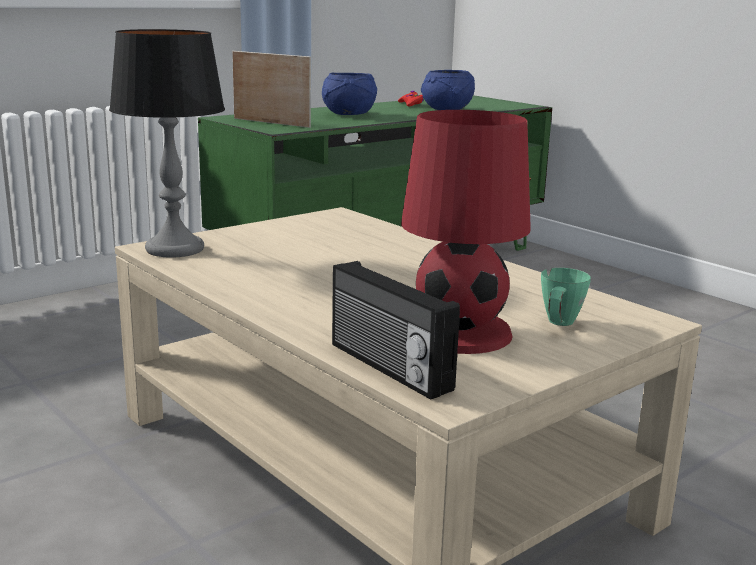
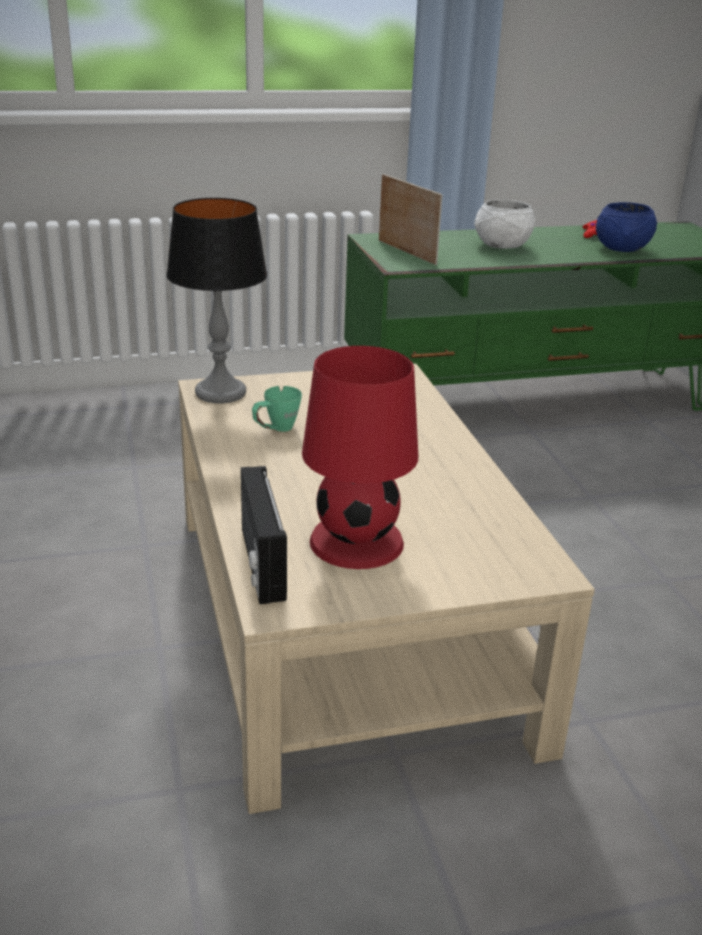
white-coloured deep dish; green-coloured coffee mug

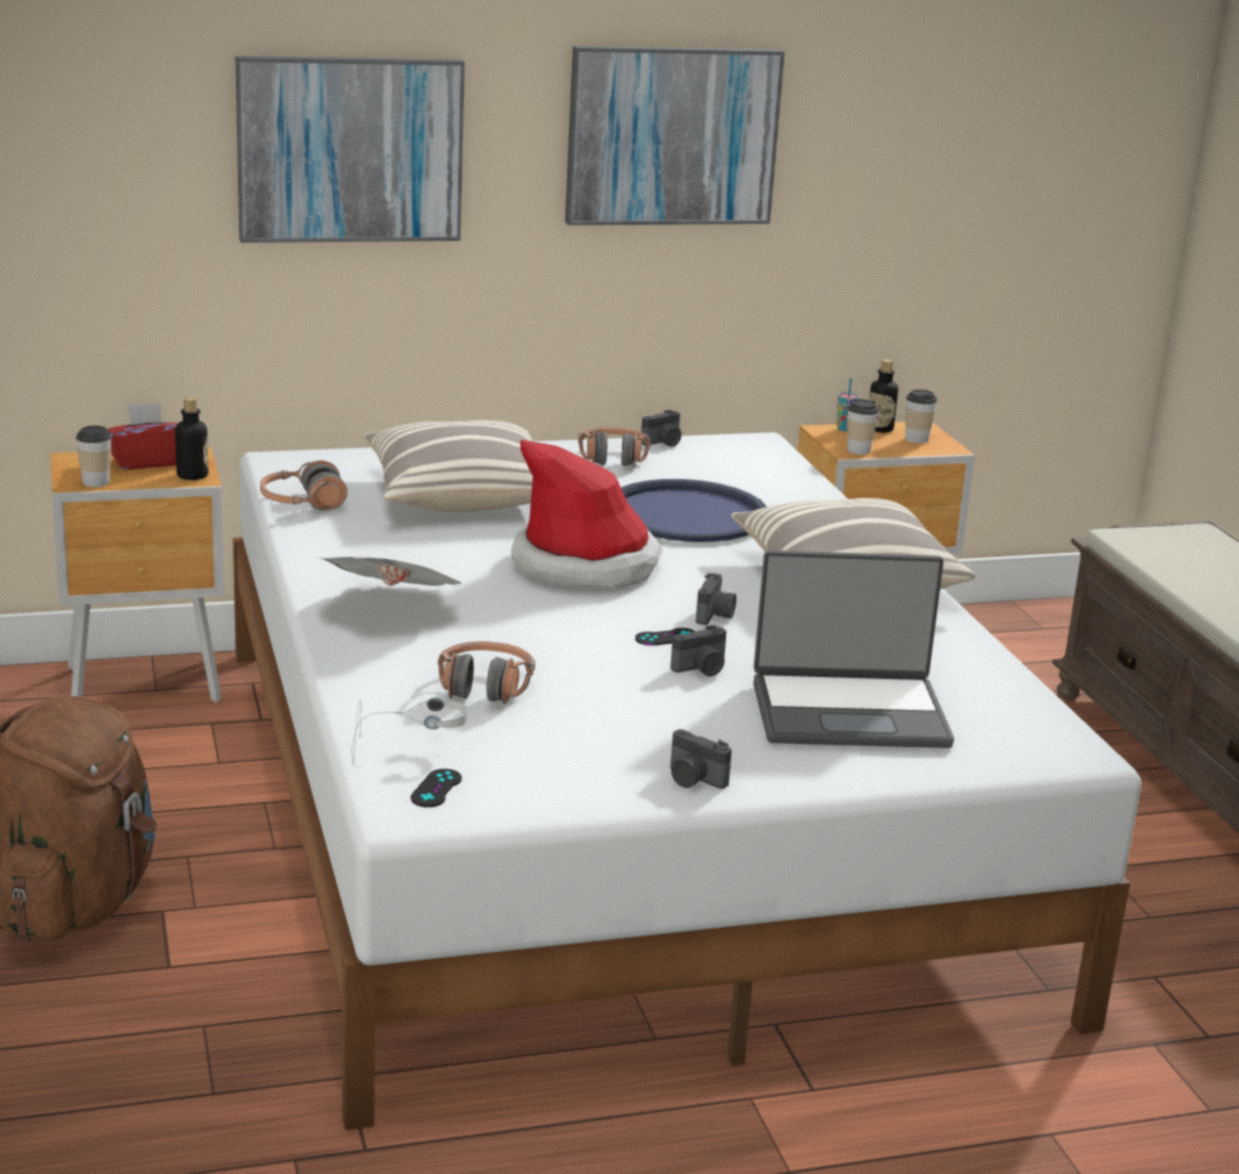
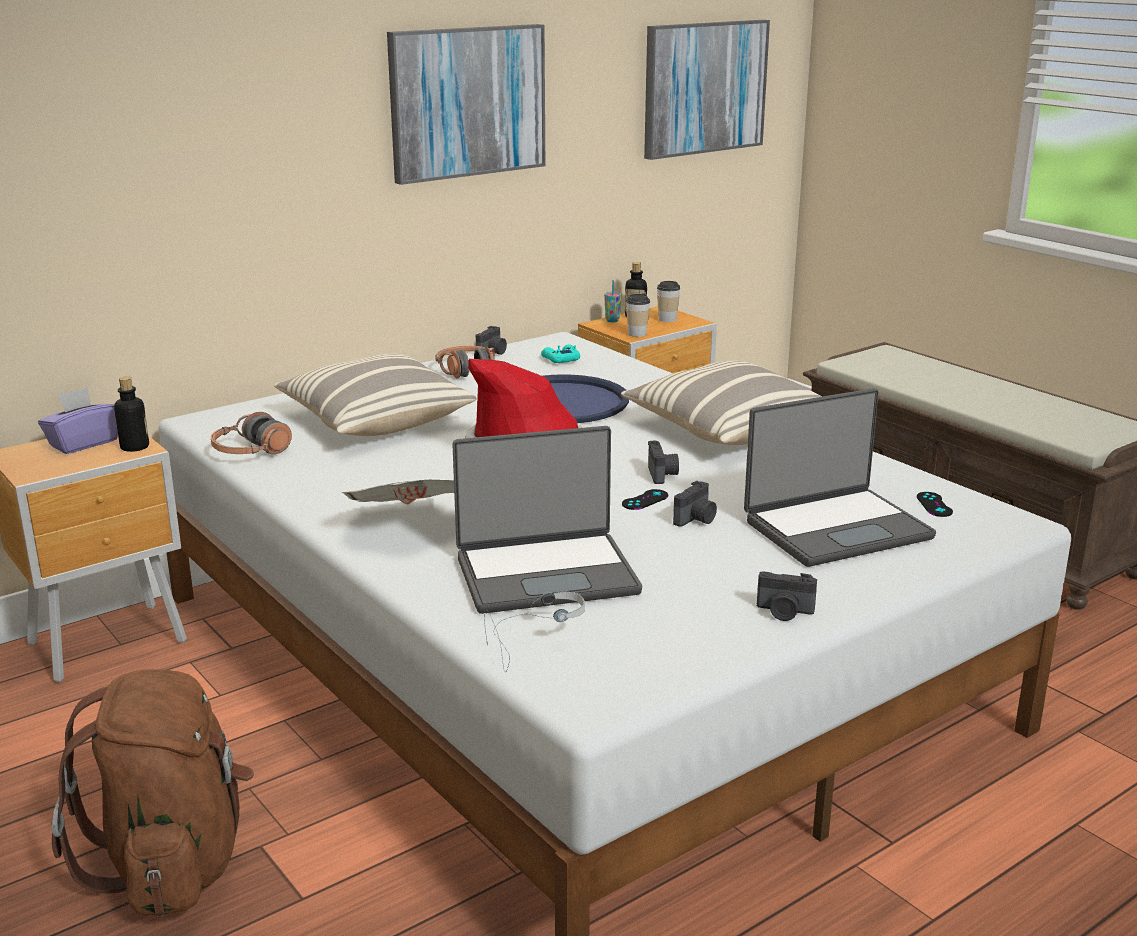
cup (1st from left in the first image); purple tissue holder; picture (2nd from left); black-coloured game controller (2nd from left); portable computer (1st from left); turquoise-coloured game controller

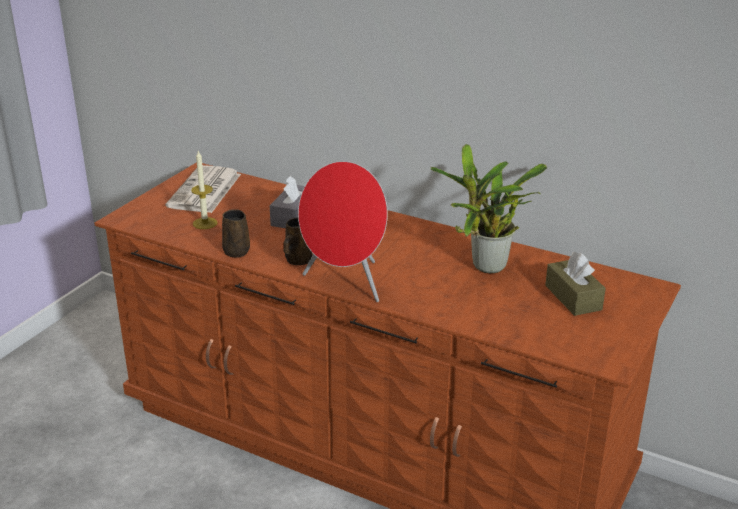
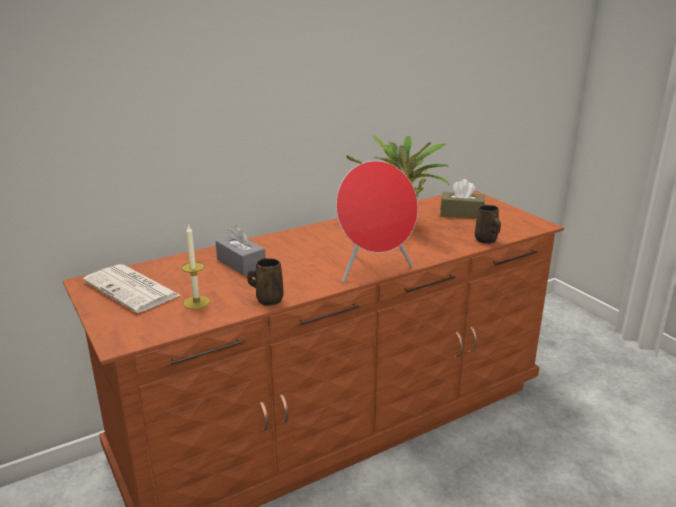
brownish coffee mug (2nd from left)

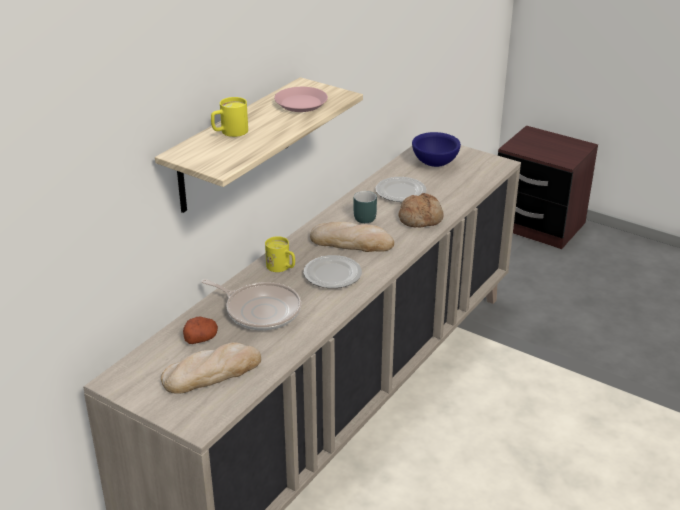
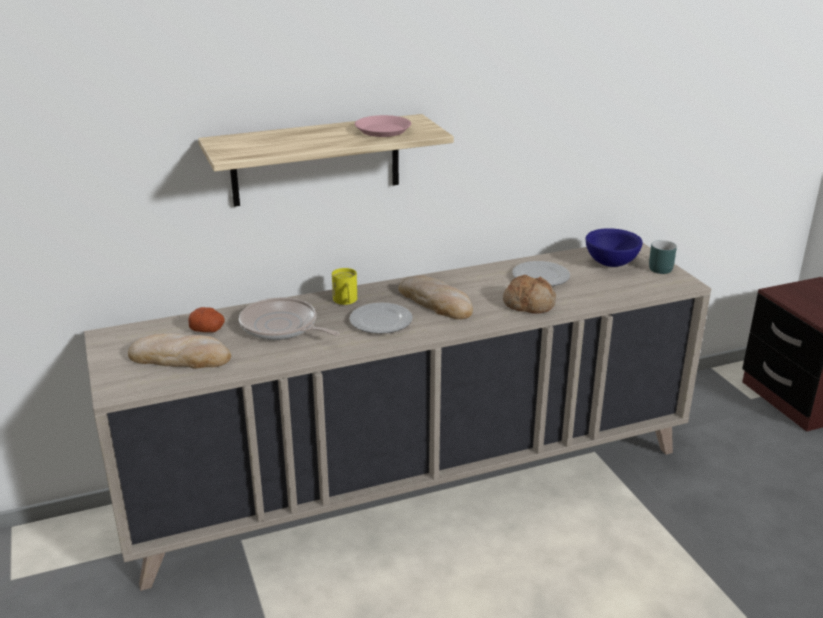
skillet; yellow-coloured coffee mug (1st from left in the first image); turquoise-coloured coffee mug

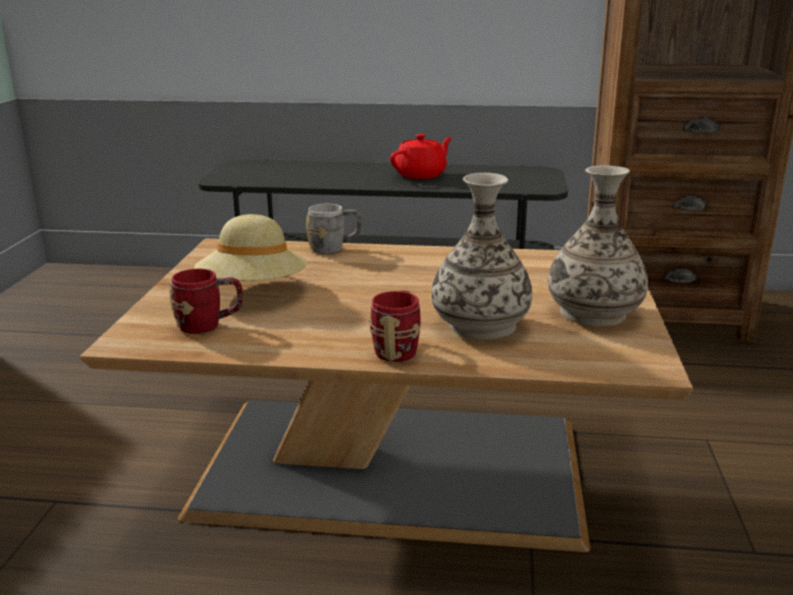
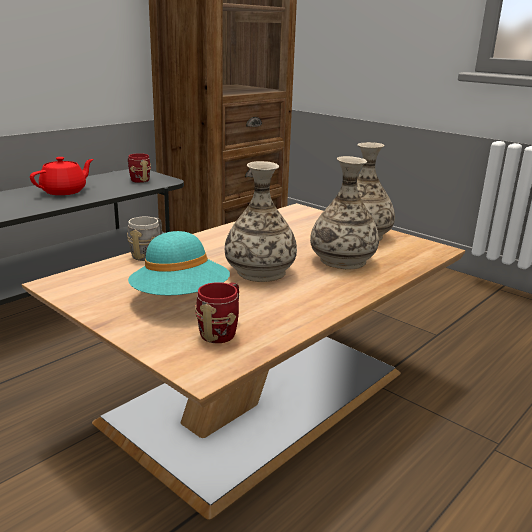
turquoise-coloured wearable hat; reddish coffee mug (1st from left); reddish pot for tea; decorative vase (1st from left)

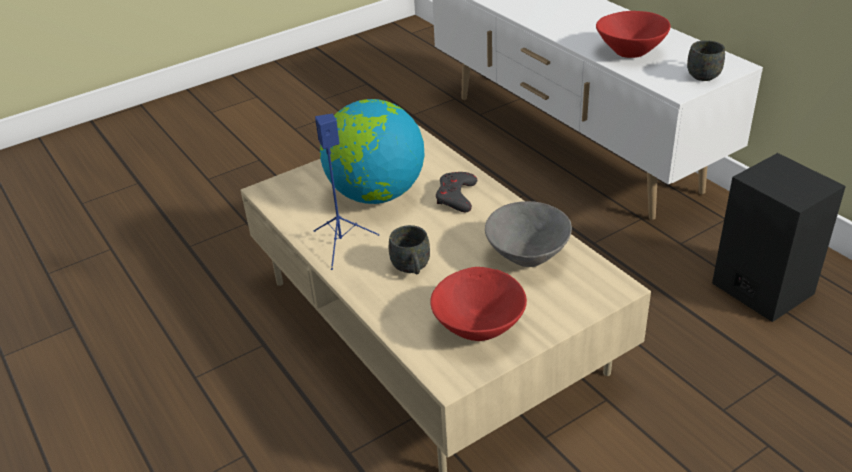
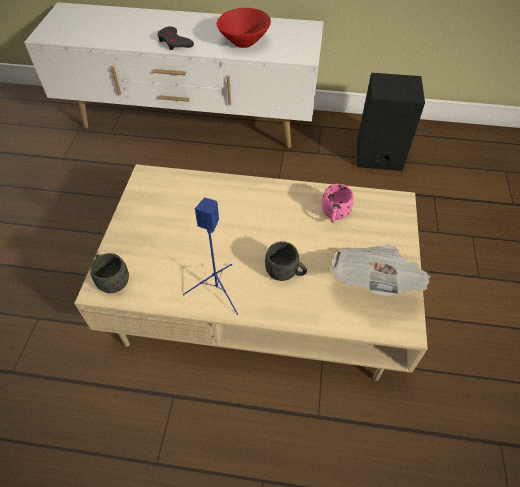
desk globe; printed paper; greyish game controller; pinkish coffee mug; greyish coffee mug (1st from left)

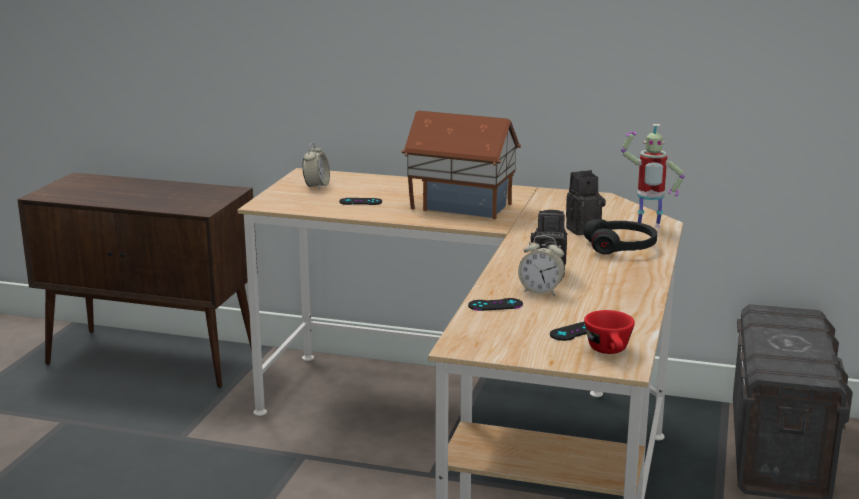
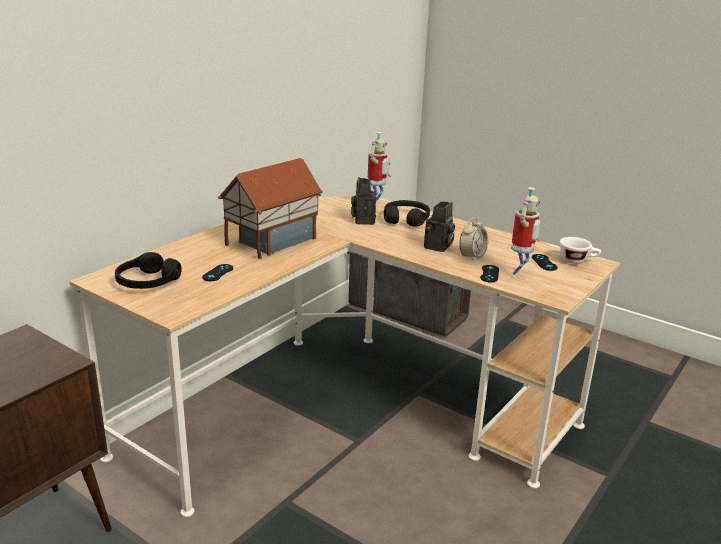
black-coloured headphones (1st from left); white-coloured cup; model robot (2nd from left)

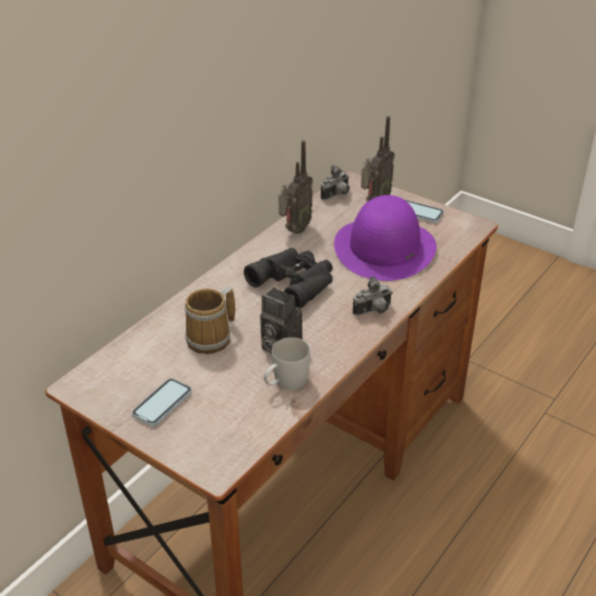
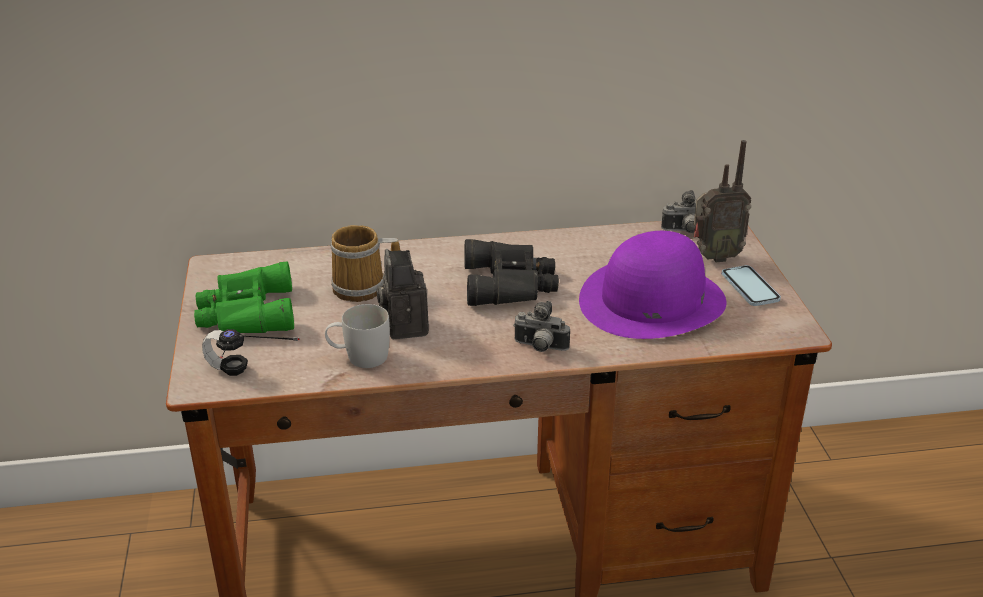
green-coloured binoculars; radio receiver (1st from left in the first image); headphones

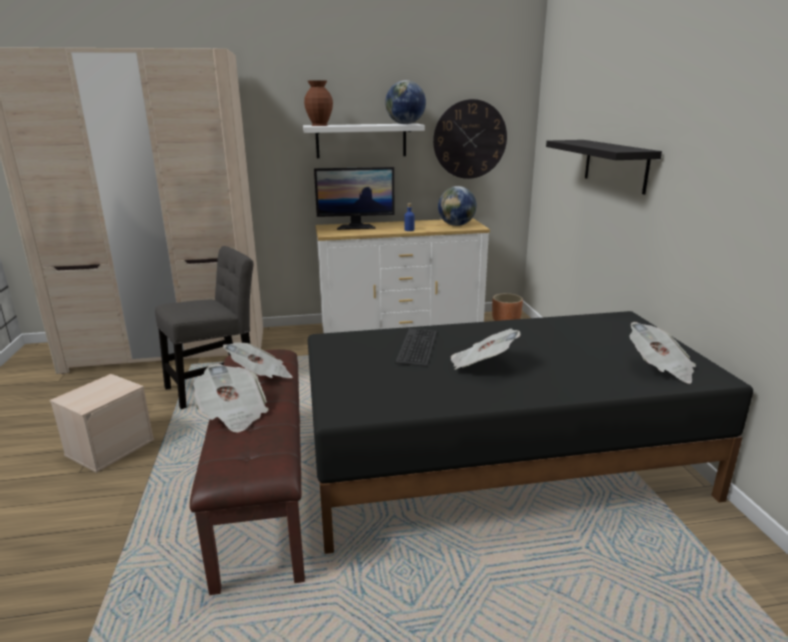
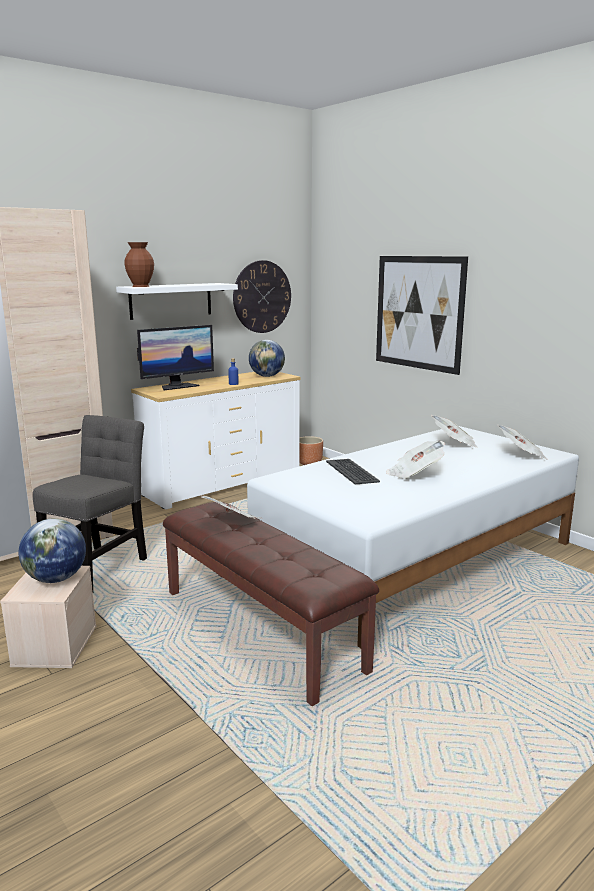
printed paper (3rd from left); white-coloured sleeping bed; desk globe (1st from left); picture

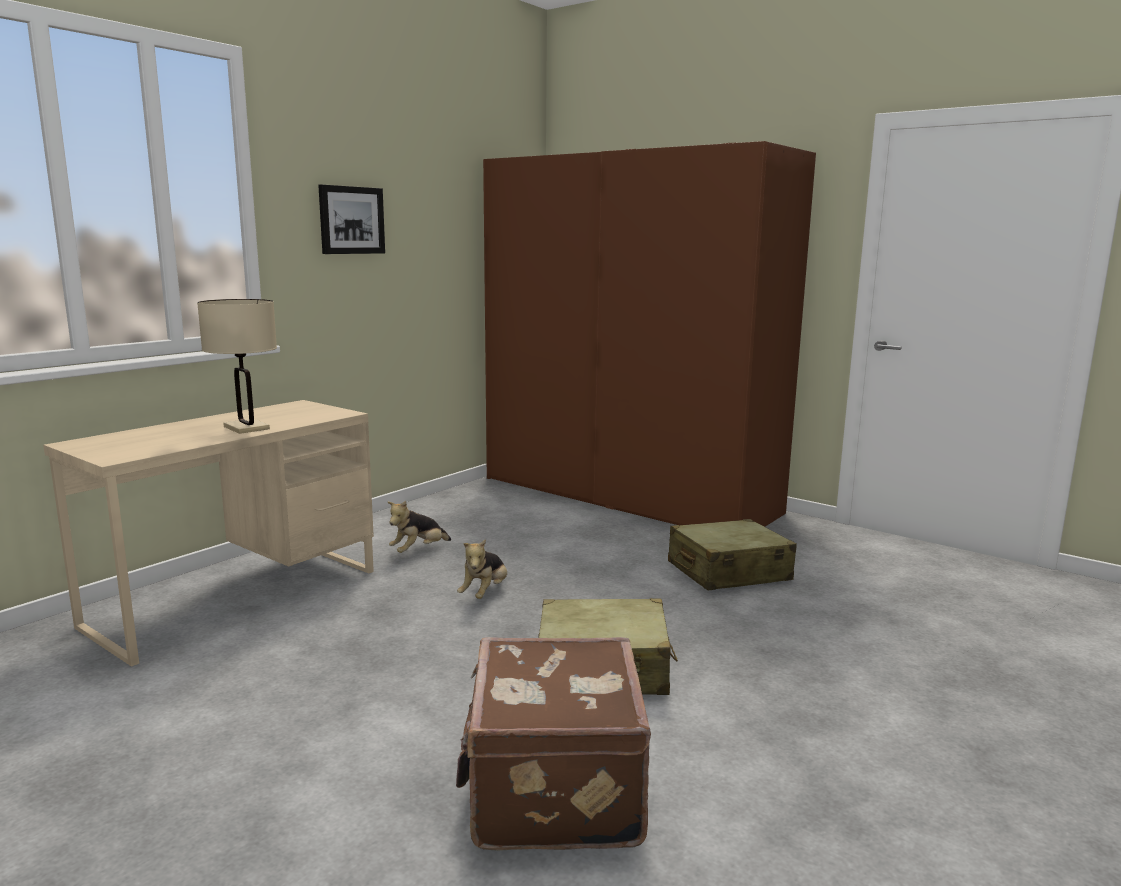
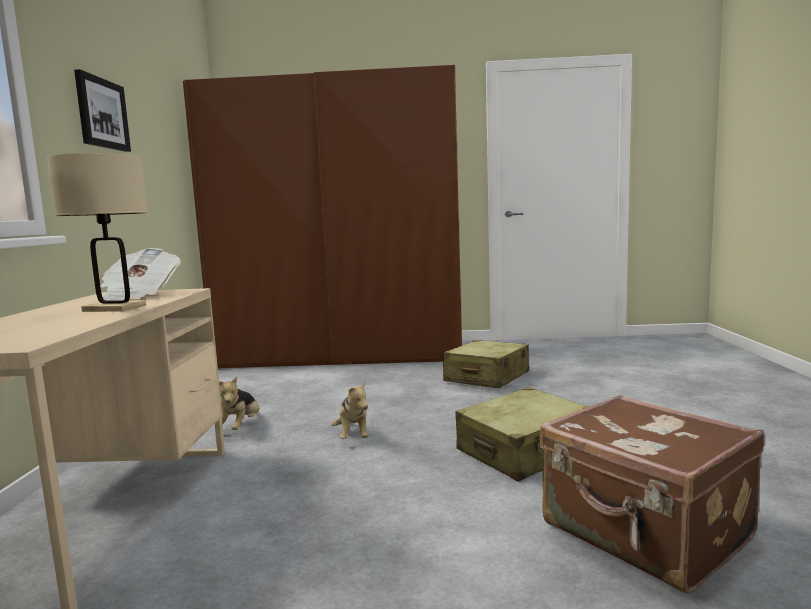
printed paper

